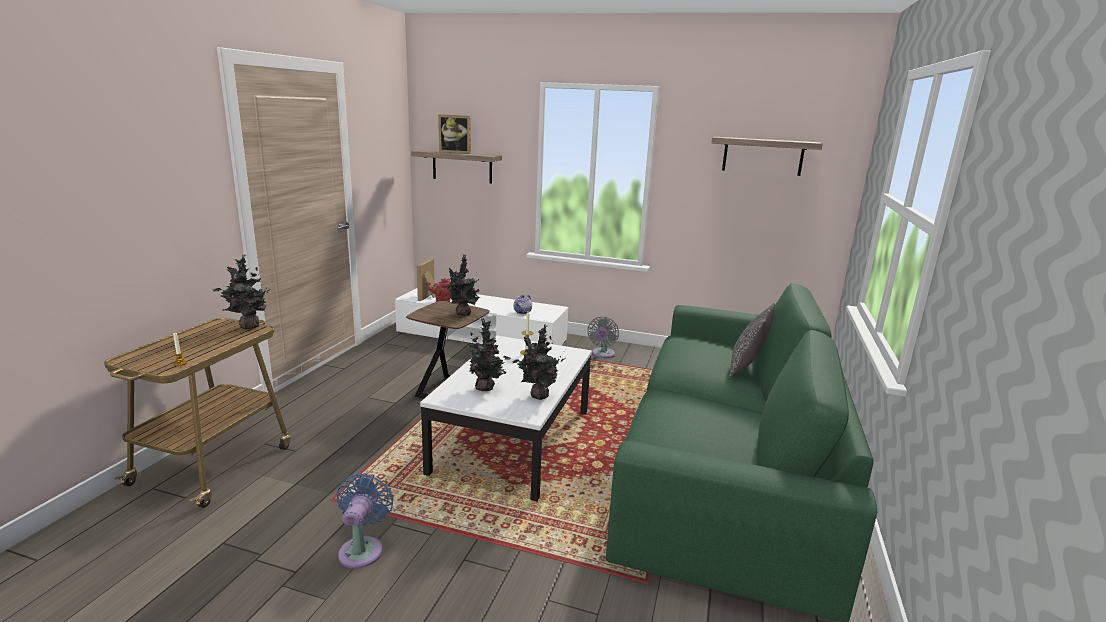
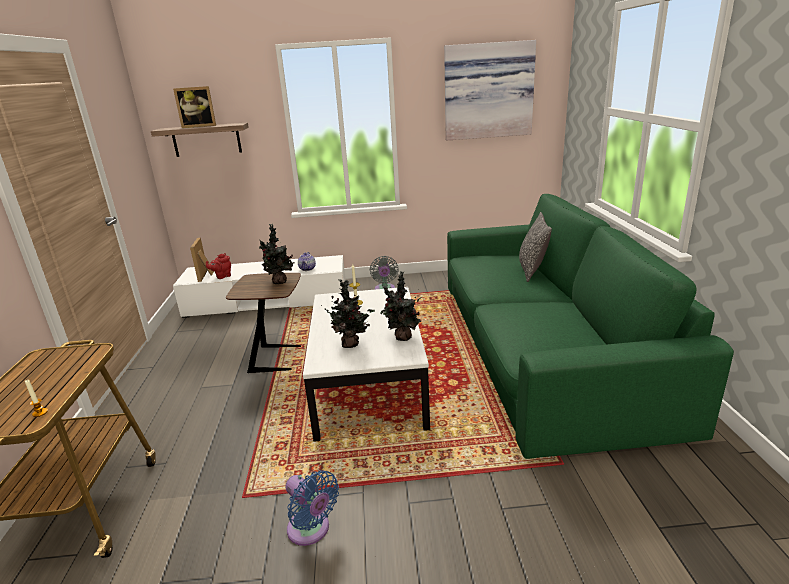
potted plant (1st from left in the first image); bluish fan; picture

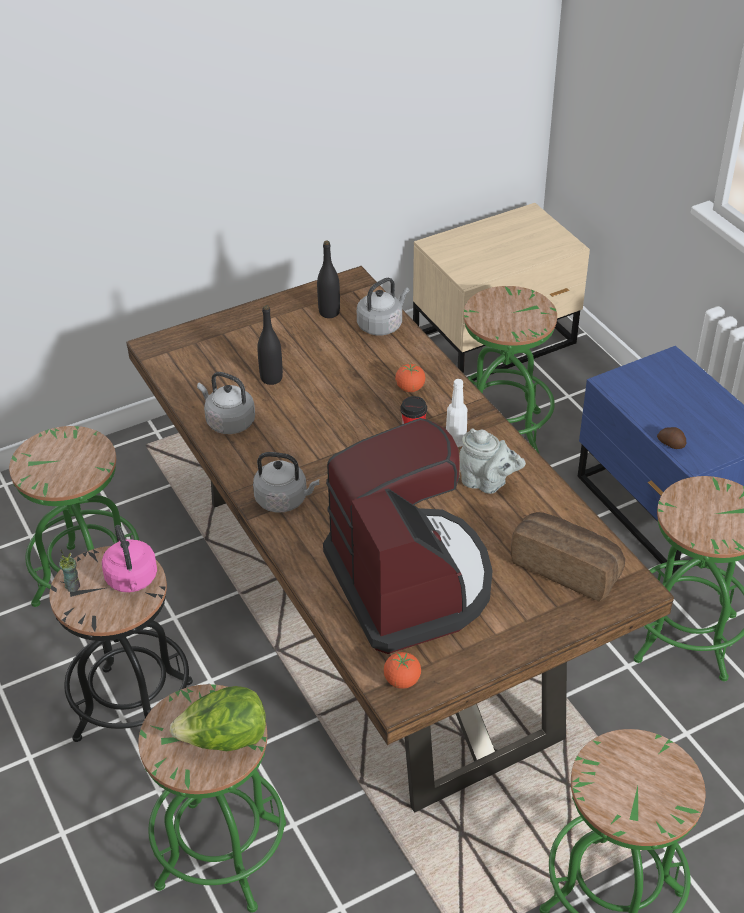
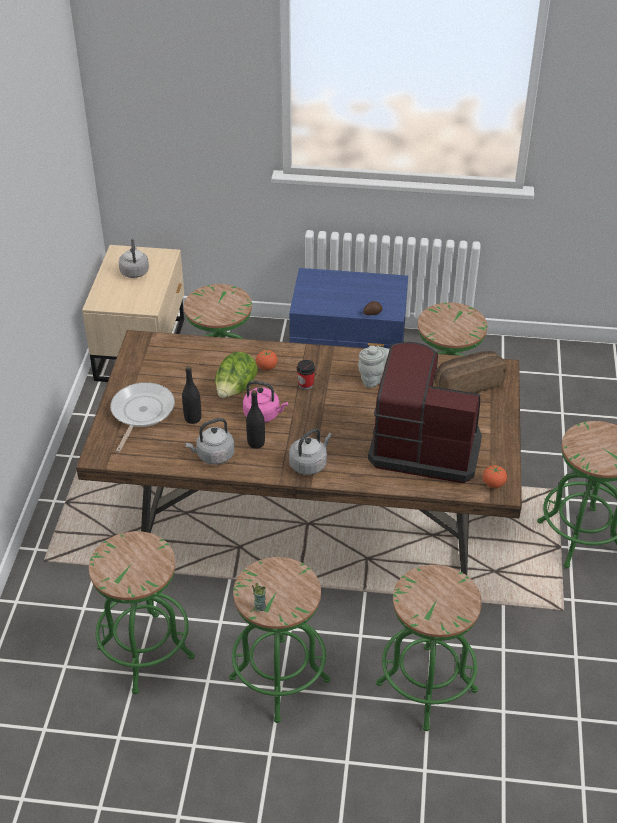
green-coloured sitting stool (3rd from left); pinkish kettle; lettuce head; black-coloured drink bottle (2nd from left); greyish kettle (1st from left); white-coloured drink bottle; skillet

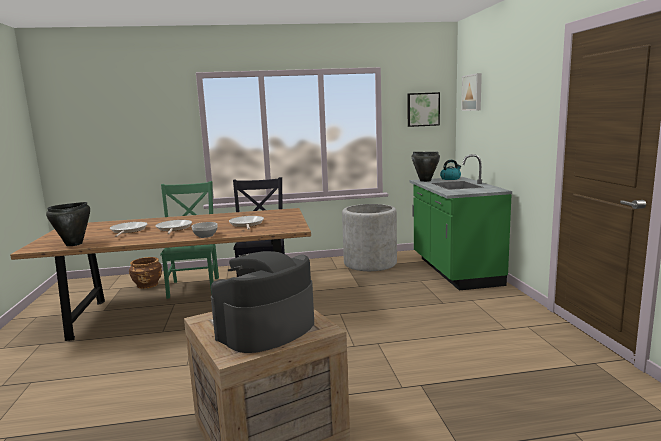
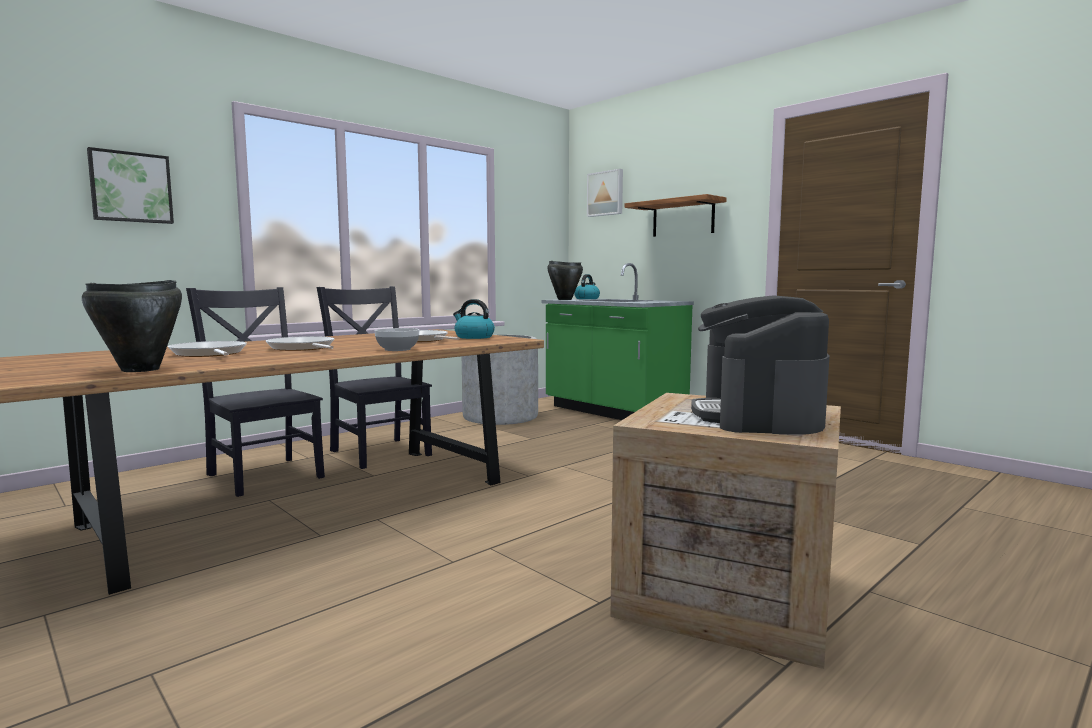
brownish planter; black-coloured chair (1st from left); picture (1st from left); kettle (1st from left); shelf

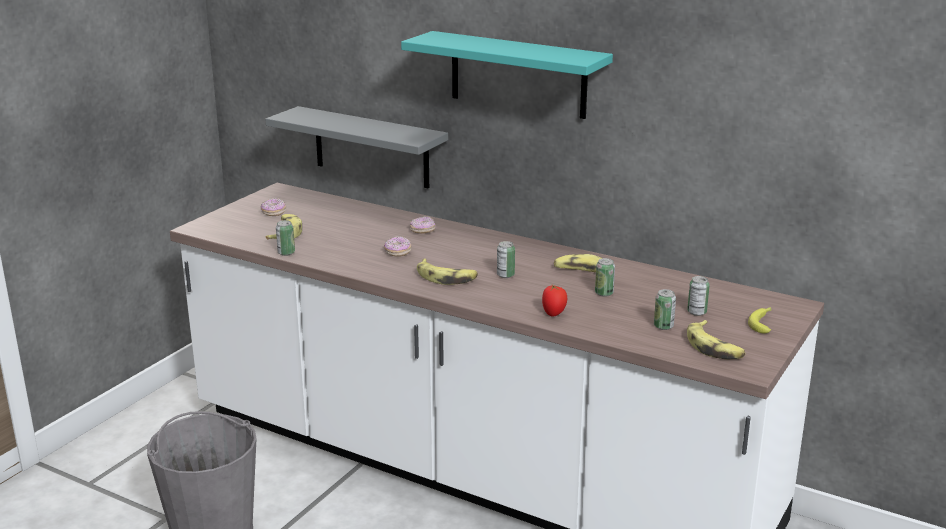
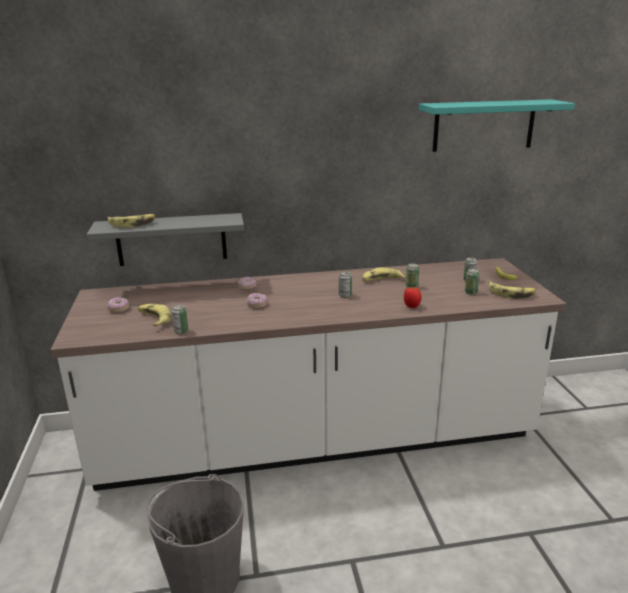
turquoise-coloured shelf; banana (1st from left)

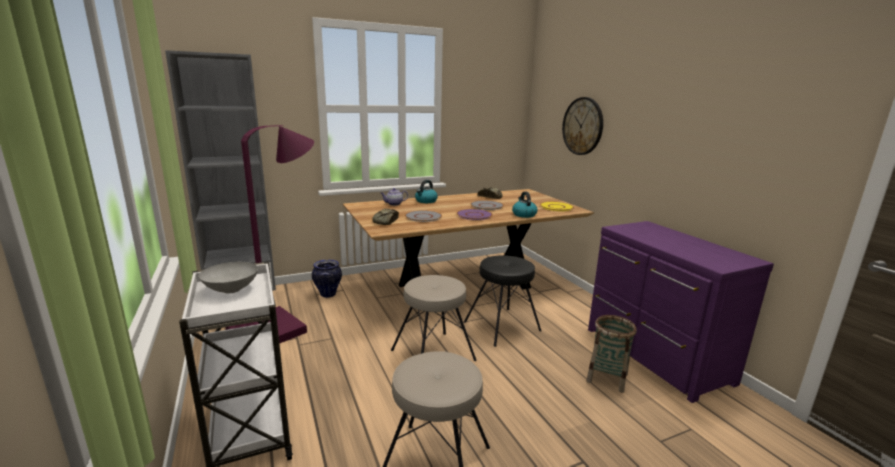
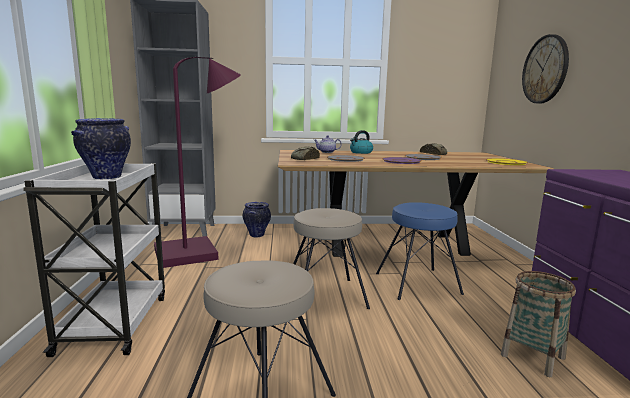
decorative vase (1st from left); bluish sitting stool; kettle (2nd from left in the first image)

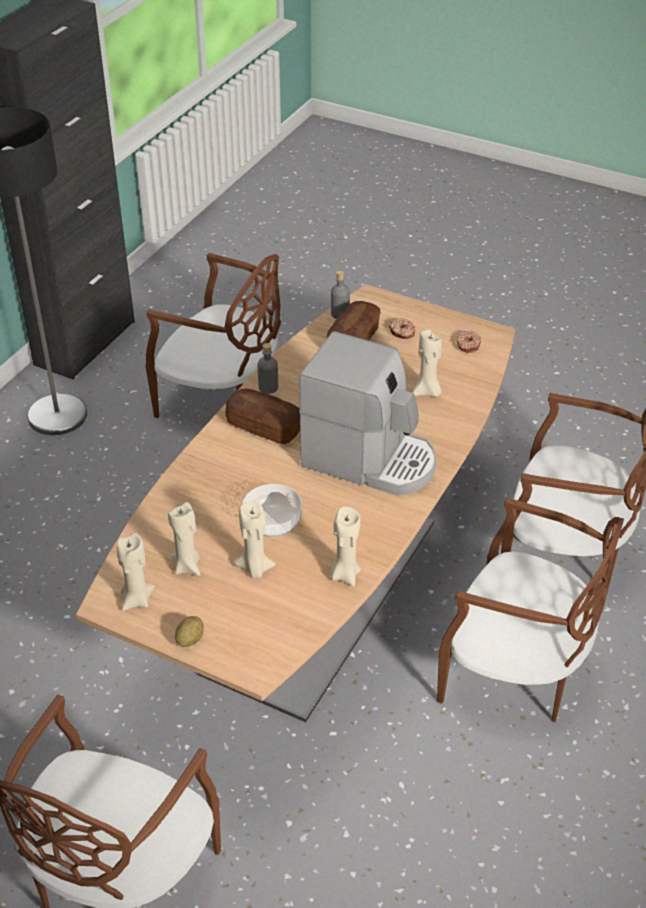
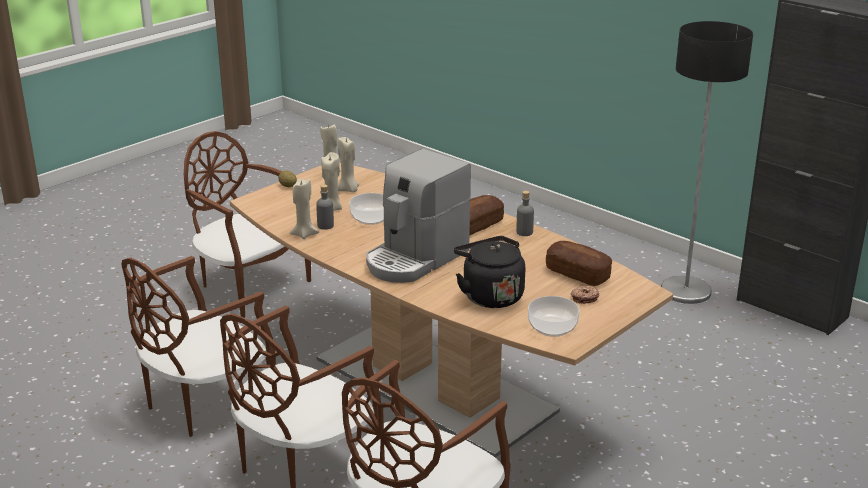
brownish chair (1st from left); greyish drink bottle (1st from left); black-coloured kettle; deep dish (2nd from left)

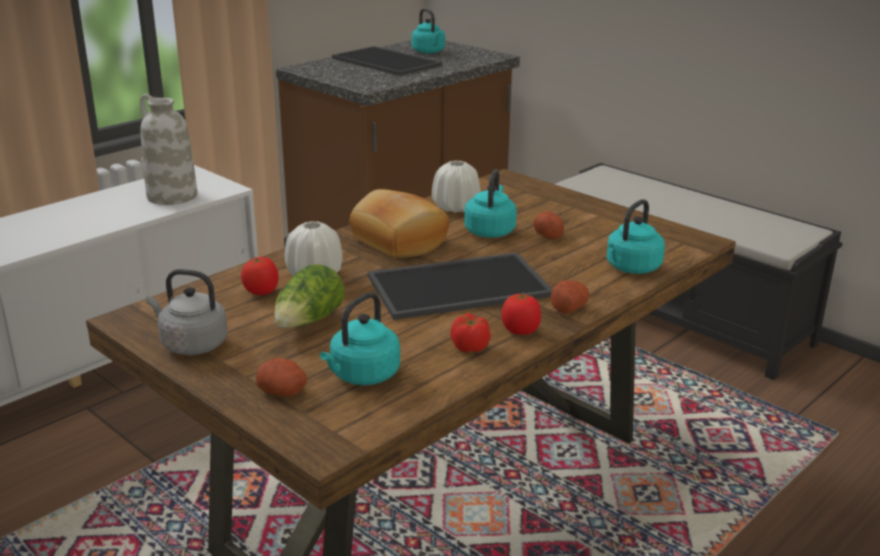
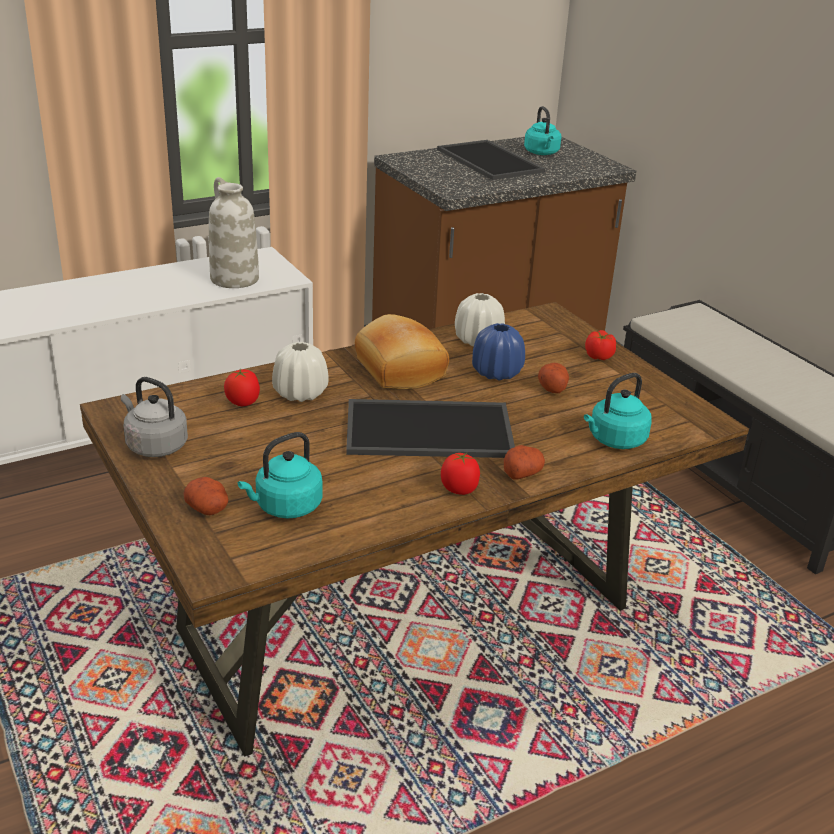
lettuce head; tomato (3rd from left); bluish decorative vase

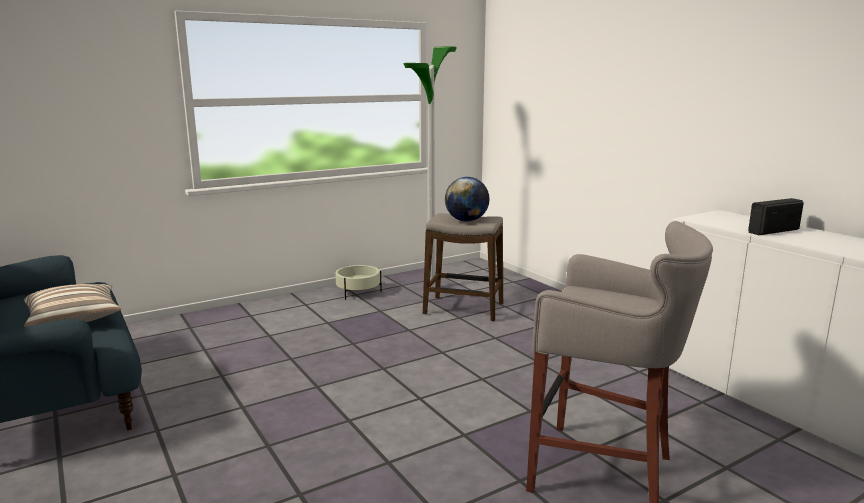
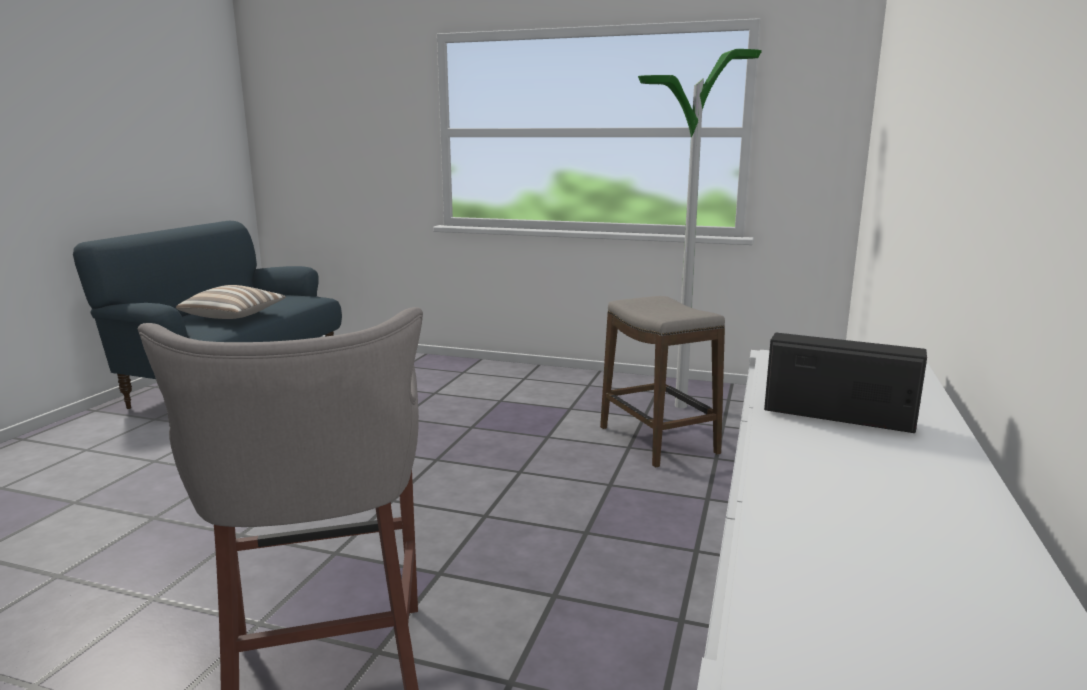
beige planter; desk globe

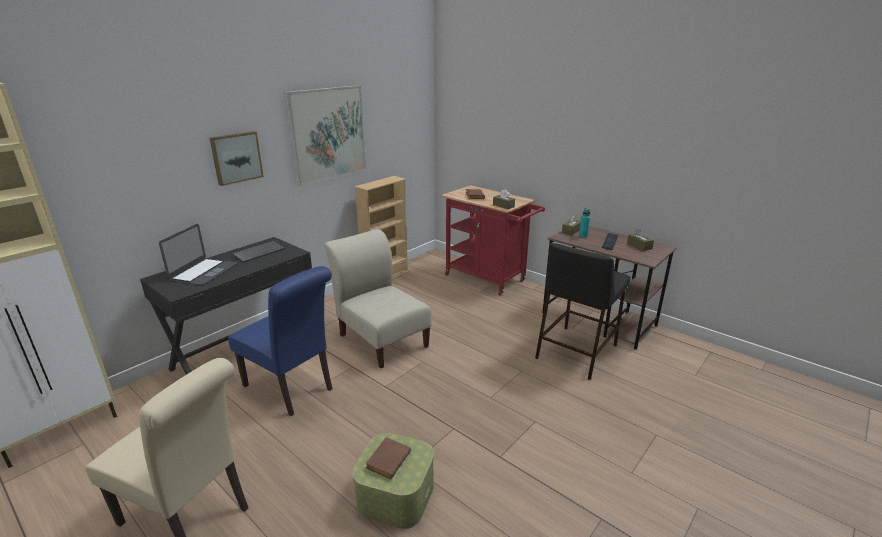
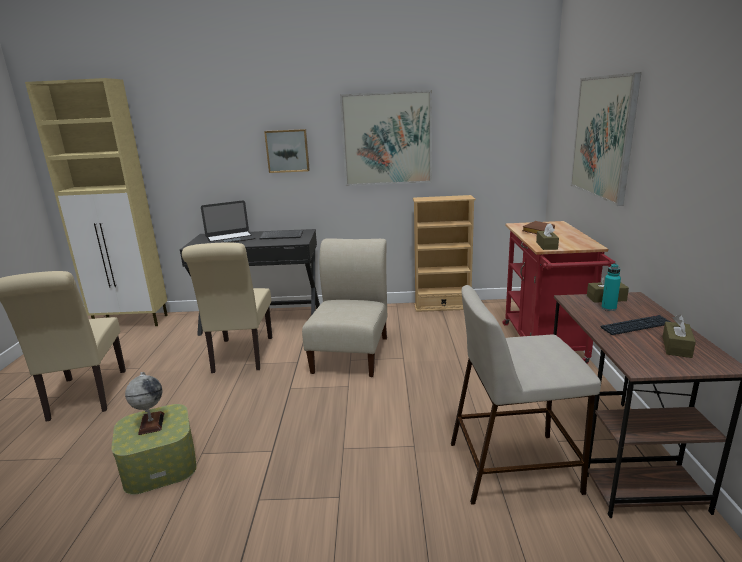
beige chair (2nd from left); desk globe; beige sitting stool; picture (3rd from left)

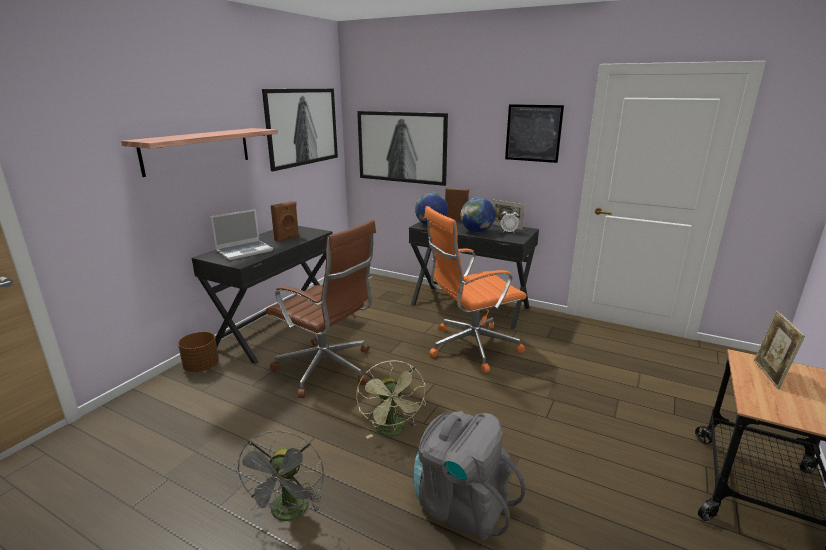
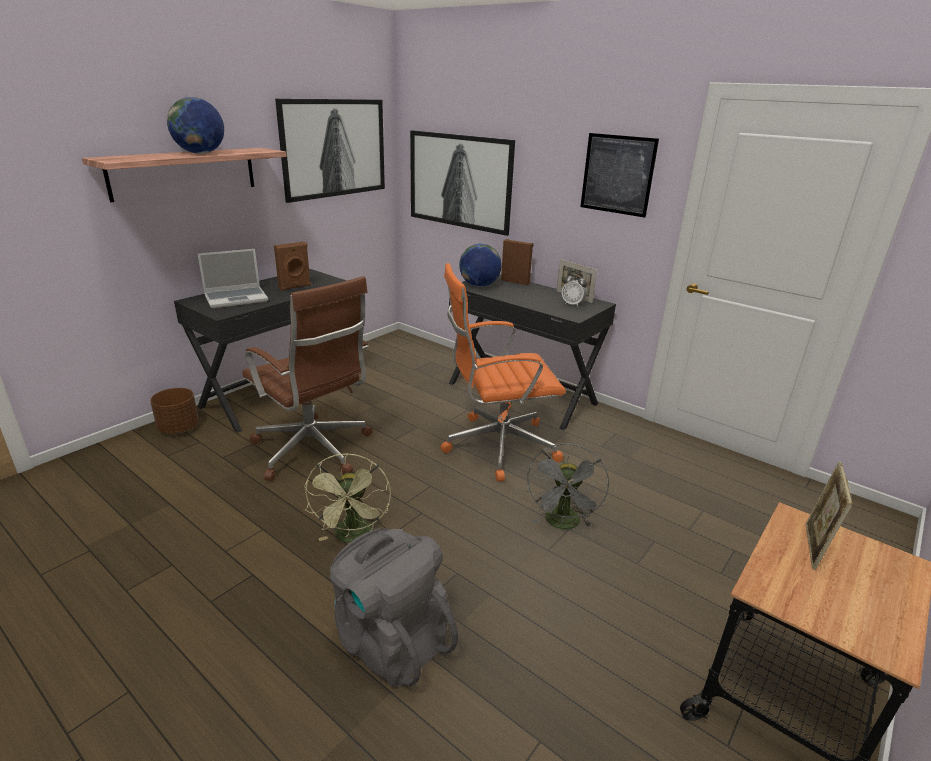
greyish fan; desk globe (1st from left)

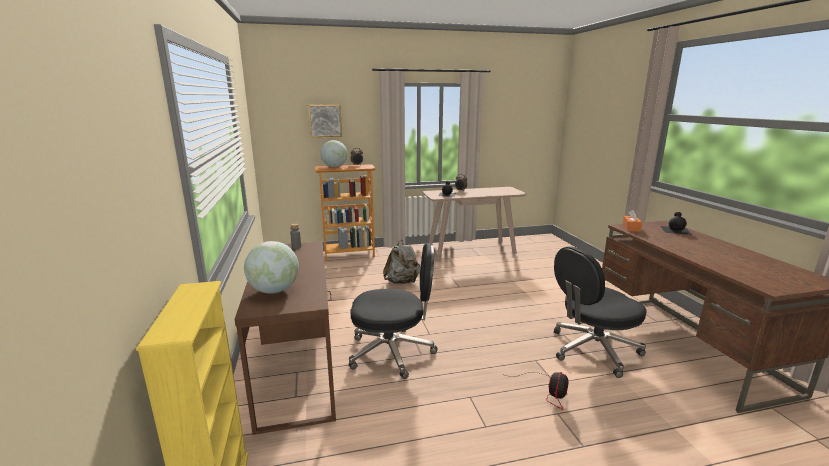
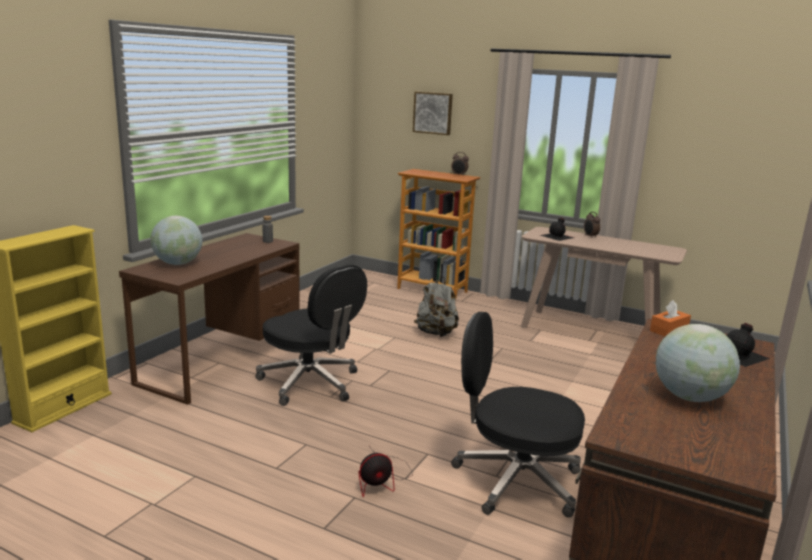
desk globe (2nd from left)

